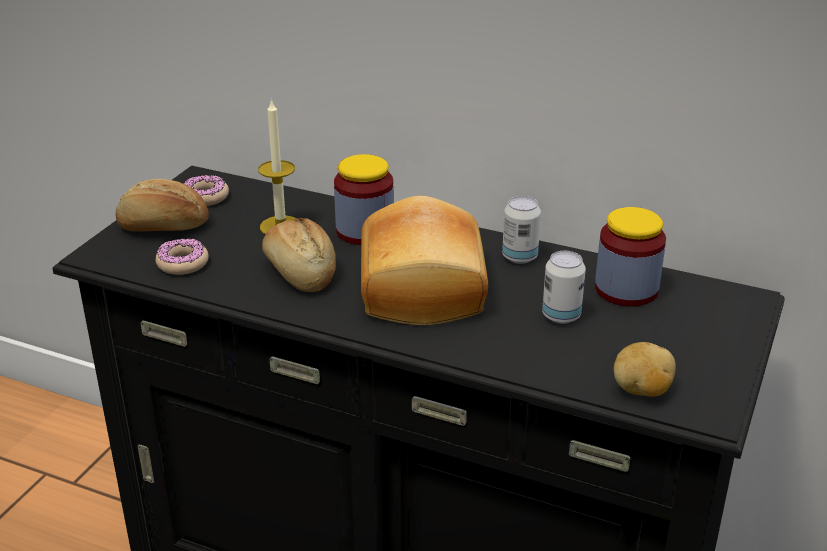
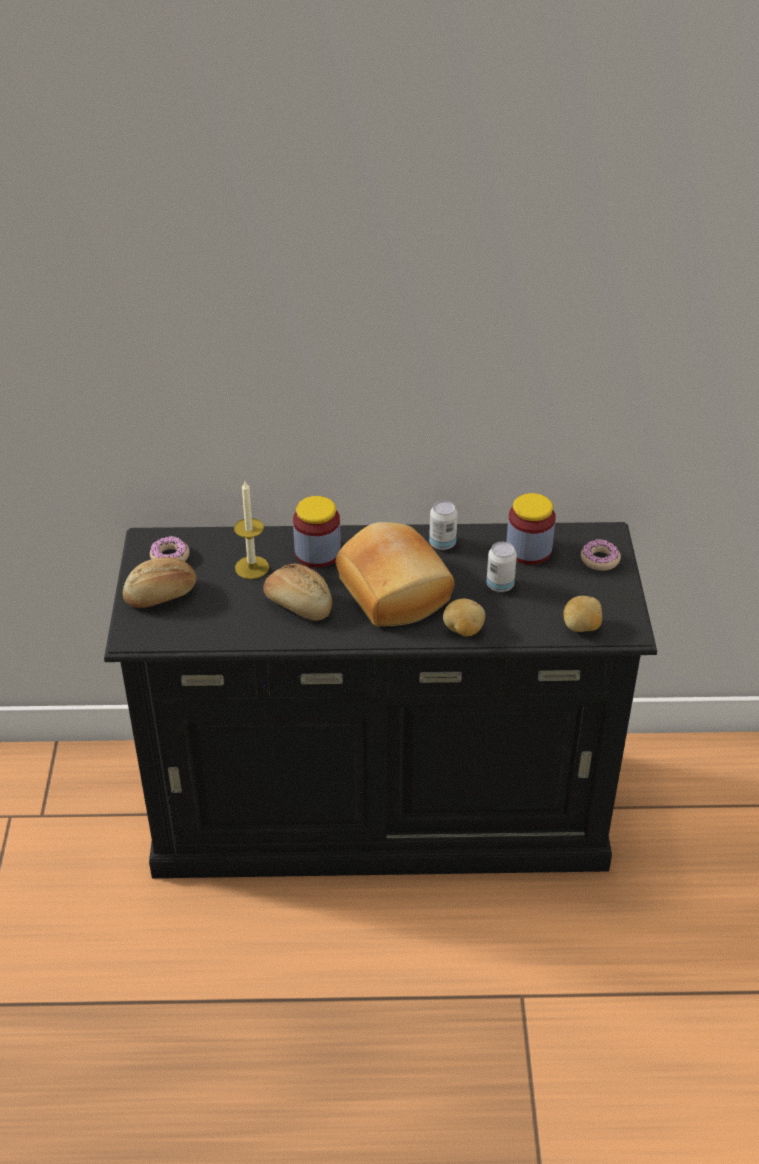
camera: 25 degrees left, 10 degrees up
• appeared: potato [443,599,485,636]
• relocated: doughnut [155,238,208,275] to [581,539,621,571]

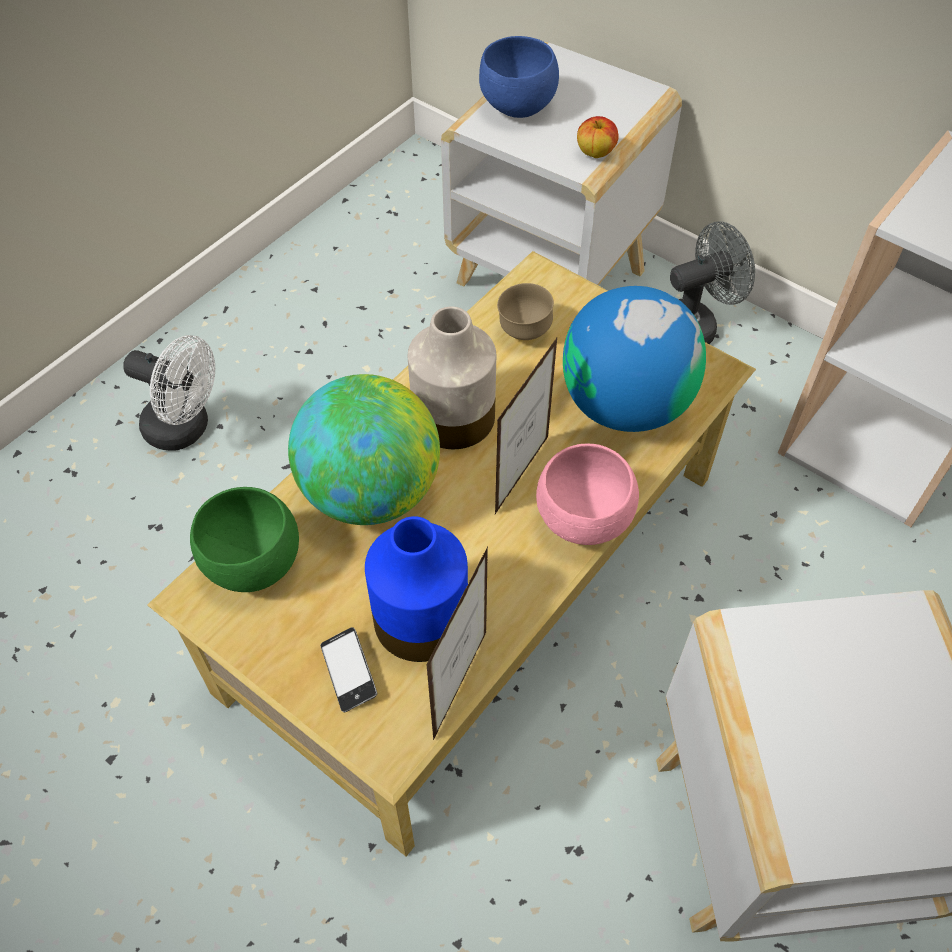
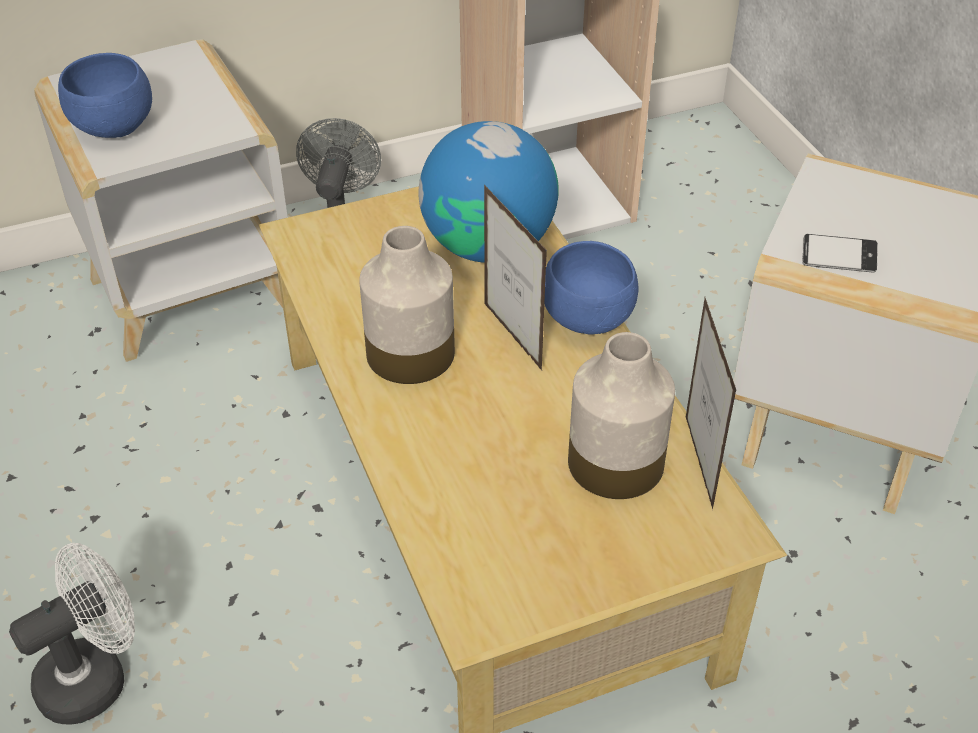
camera: 60 degrees left, 10 degrees down
• missing: serving bowl in greenish [190,487,299,592]
• missing: world globe [288,374,440,525]
• missing: serving bowl in brownish [497,283,554,340]
• missing: whole apple [577,116,618,158]
• relocated: handset [320,627,377,712] to [802,234,878,272]
• colour: flower vase in blue-coloured [365,516,468,662] to flower vase in beige-coloured [568,332,675,499]
• colour: serving bowl in pink-coloured [536,444,639,545] to serving bowl in blue-coloured [544,241,639,335]
• spun: photo frame [427,546,488,740] = [686,298,736,509] 150 degrees counterclockwise

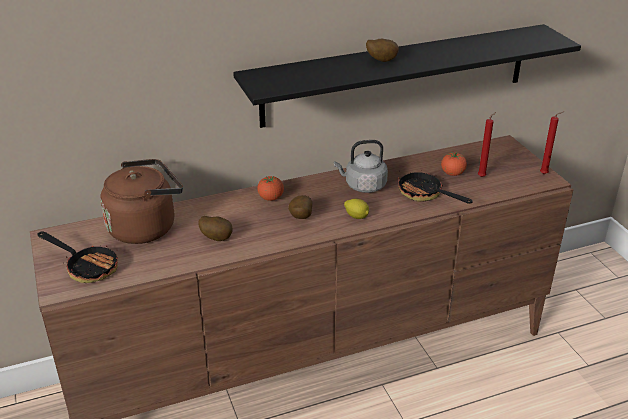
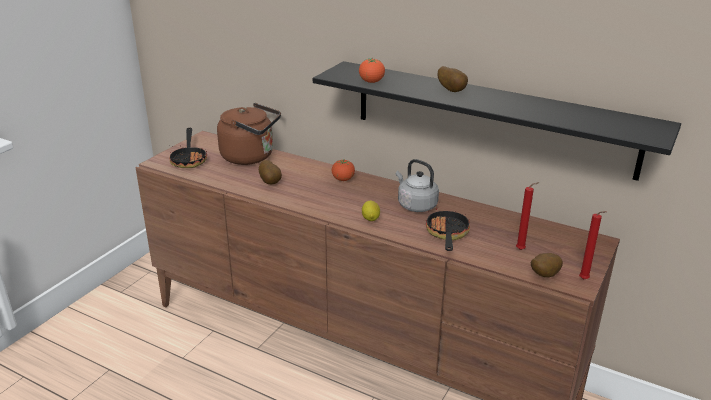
camera: 50 degrees right, 5 degrees down
• relocated: potato [288,195,312,219] to [531,253,563,277]
• relocated: fresh tomato [441,153,467,176] to [359,58,385,83]

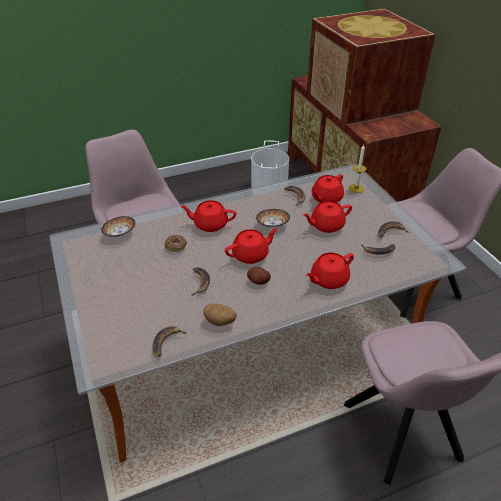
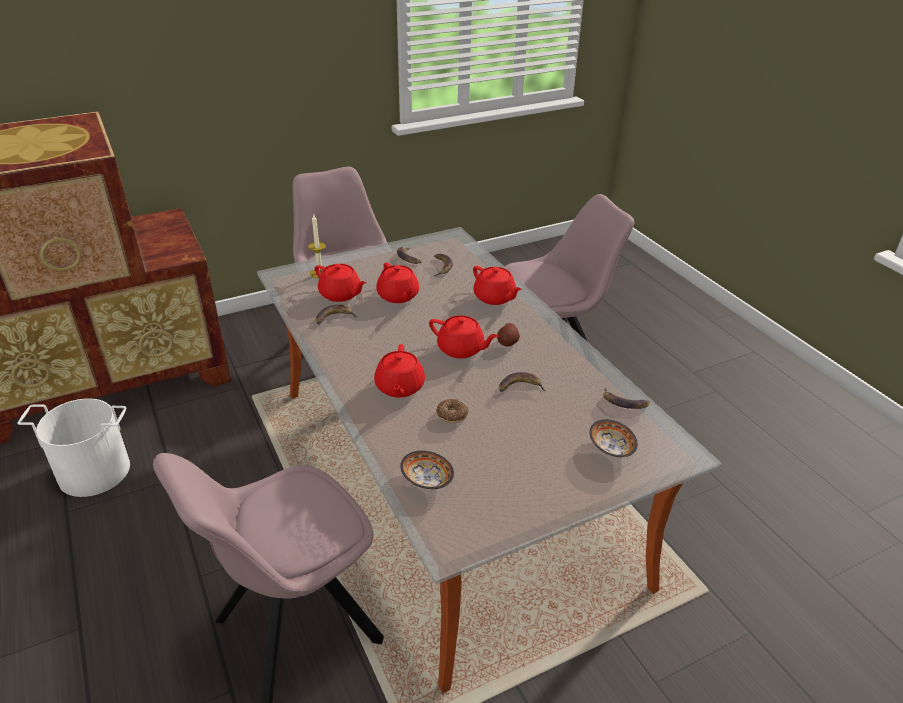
camera: 95 degrees left, 5 degrees down
• missing: potato [203,304,237,326]
• relocated: serving bowl [256,209,290,228] to [590,419,638,457]
• spun: teapot in reddish [225,228,278,264] = [429,315,498,359] 150 degrees clockwise

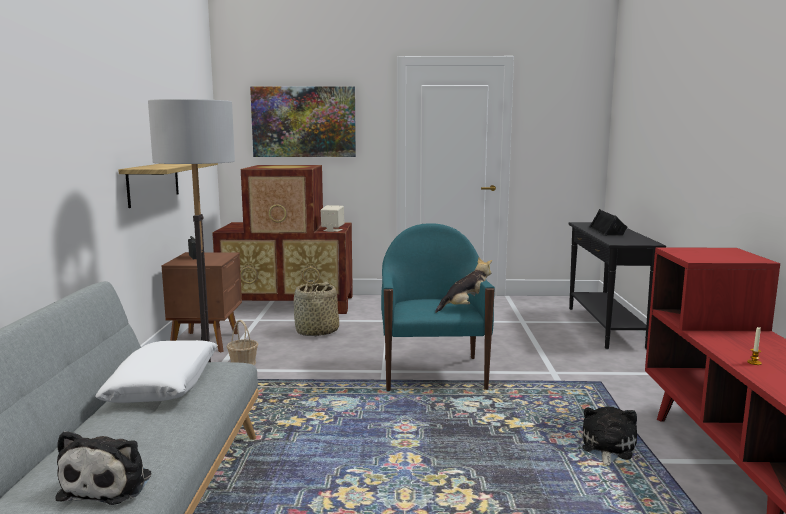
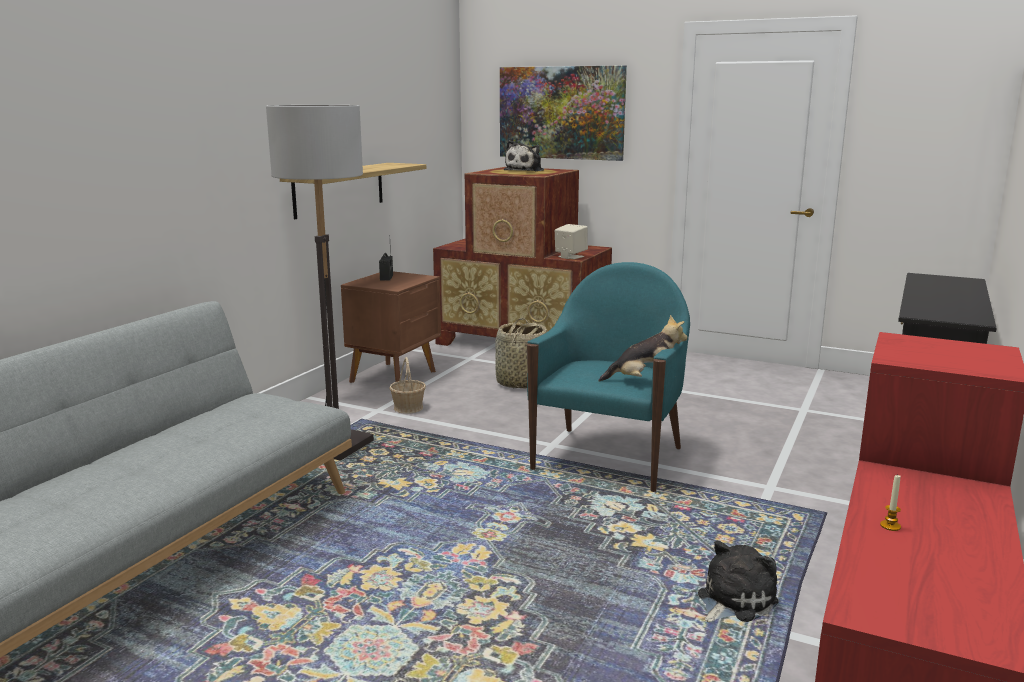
camera: 25 degrees right, 5 degrees up
• missing: pillow in white [95,340,218,403]
• missing: audio speaker in black [589,209,628,236]
• relocated: plush toy [55,431,151,505] to [504,140,544,172]

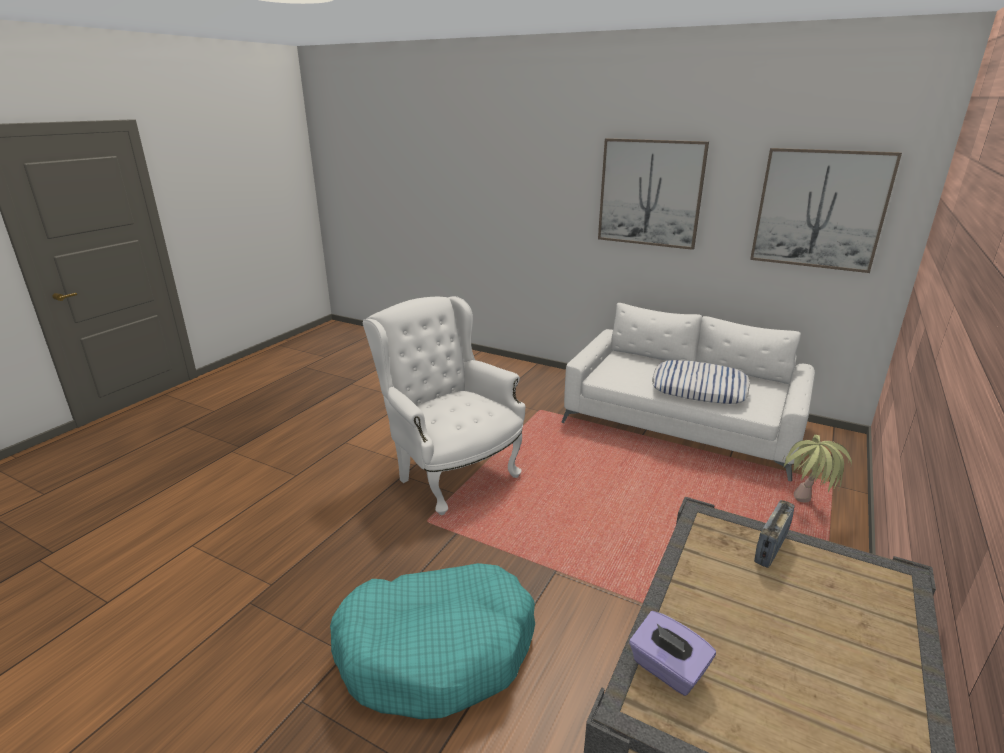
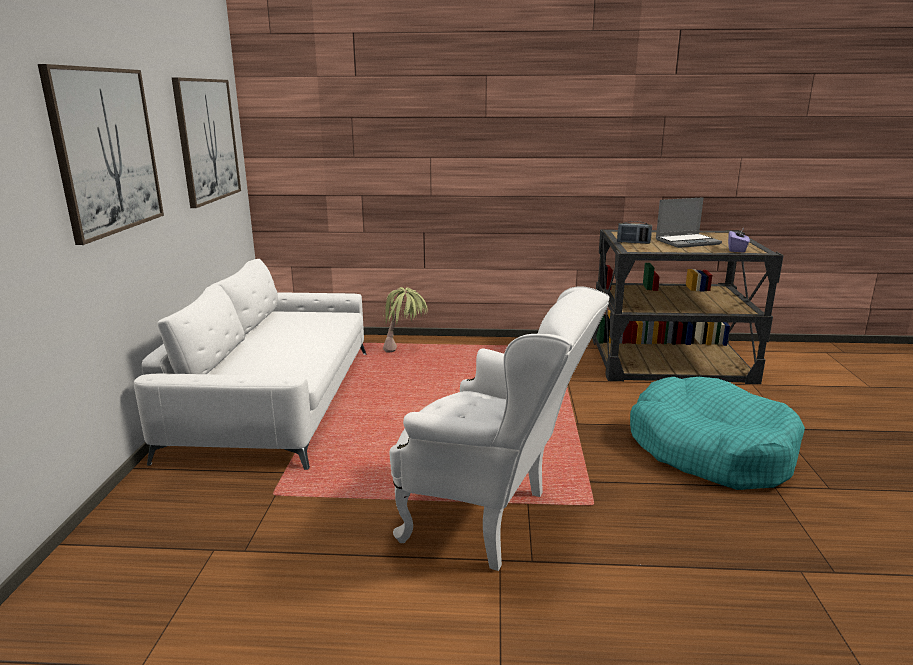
camera: 115 degrees left, 5 degrees down
• missing: pillow [652,360,750,404]
• appeared: portable computer [656,197,722,248]
• spun: lounge chair in white [363,296,525,515] = [390,286,609,571] 90 degrees counterclockwise

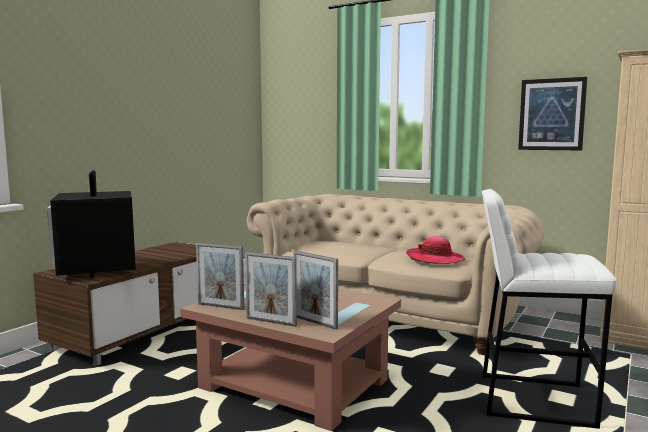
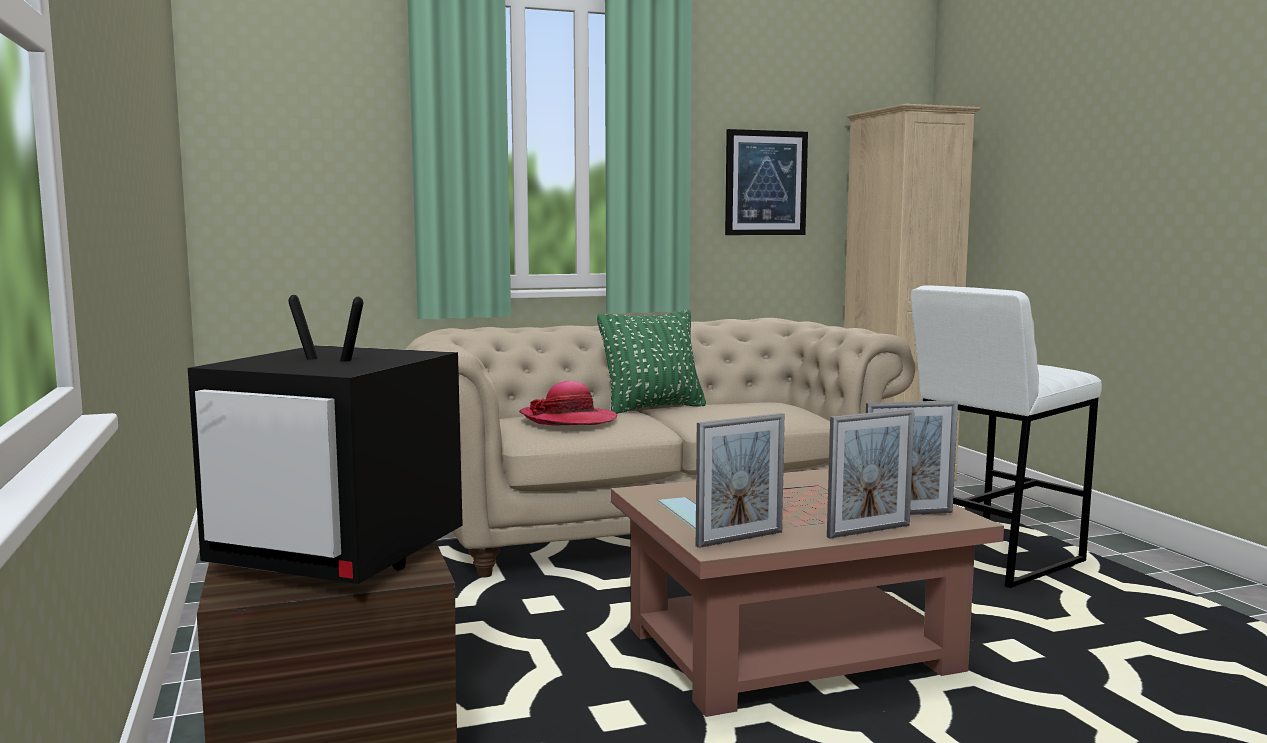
camera: 50 degrees left, 0 degrees up
• appeared: pillow in greenish [597,310,706,414]
• relocated: clothing hat [406,236,466,264] to [519,380,617,426]

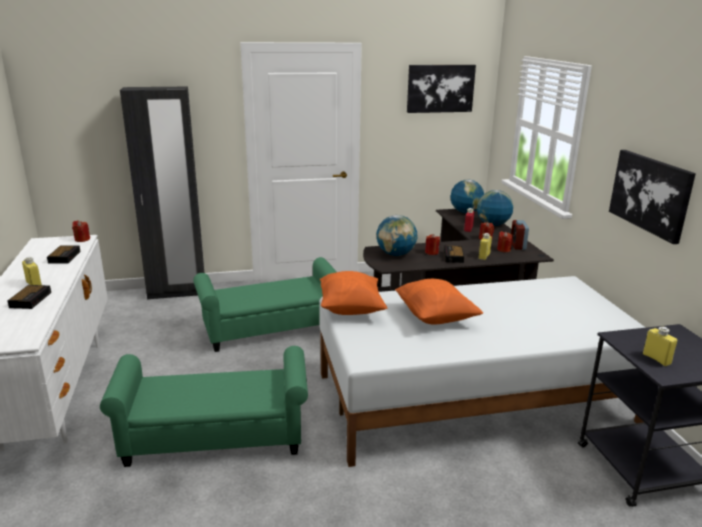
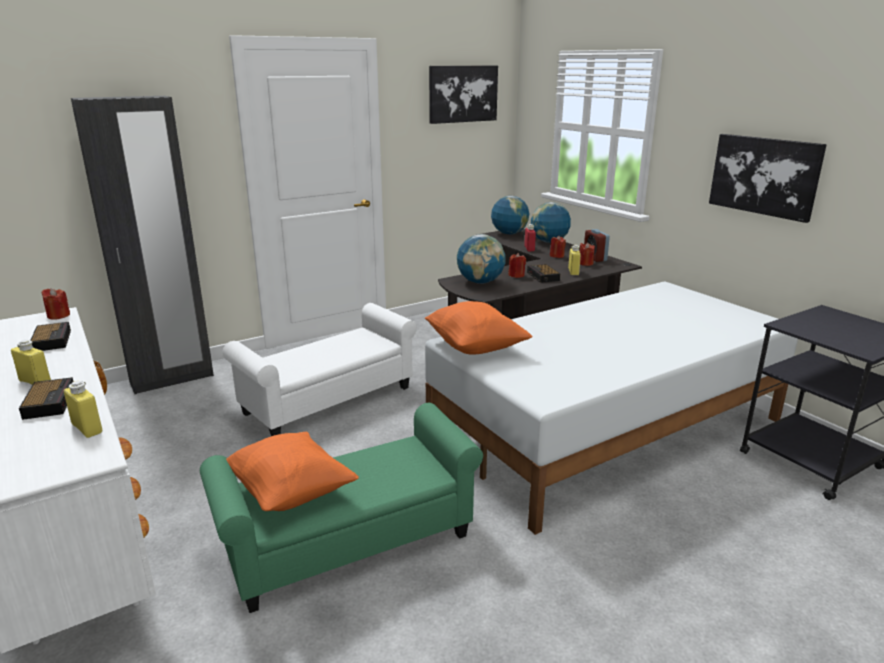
camera: 20 degrees left, 0 degrees up
• relocated: pillow in orange-coloured [395,279,483,324] to [226,432,359,511]
• relocated: bottle in yellow [643,327,677,366] to [64,381,102,438]
• colour: footrest in greenish [193,257,337,352] to footrest in white [222,303,417,436]

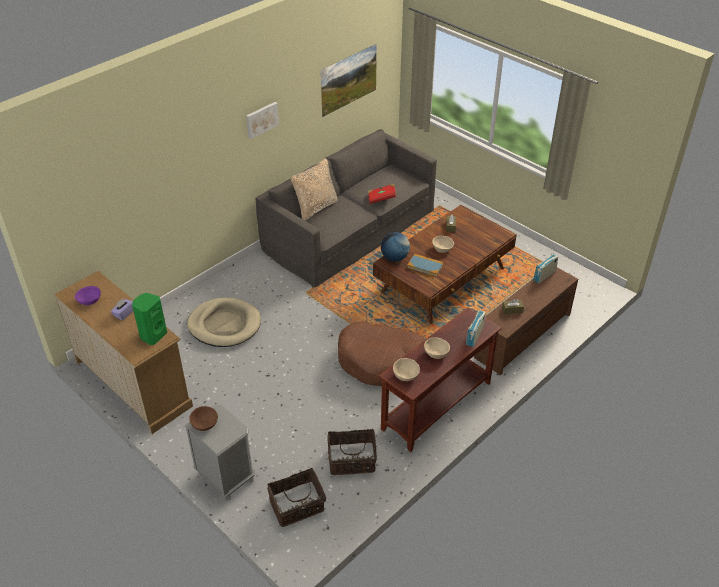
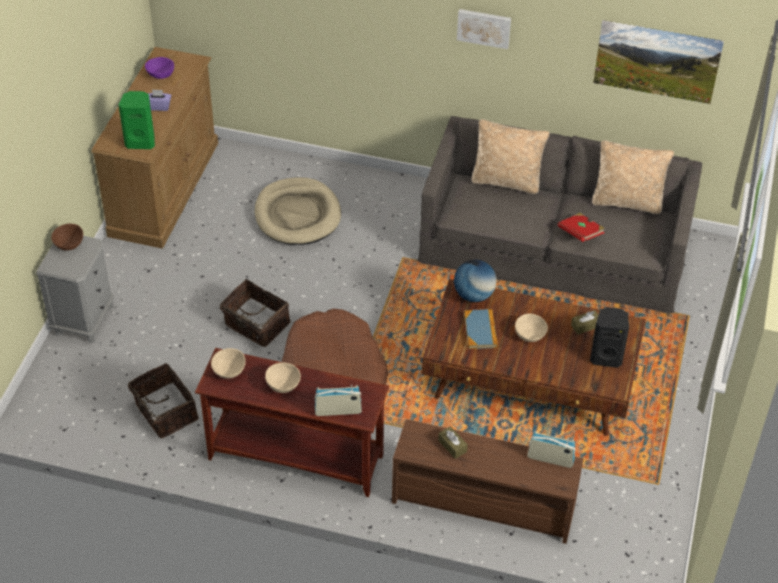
camera: 60 degrees right, 5 degrees up
• appeared: audio speaker in black [590,307,629,368]
• appeared: pillow in beige-coloured [592,140,674,214]
• relocated: storage basket [267,468,326,527] to [220,279,290,347]

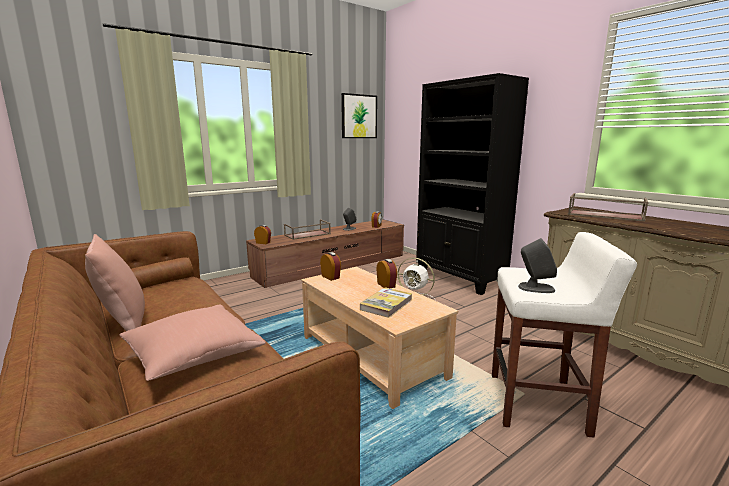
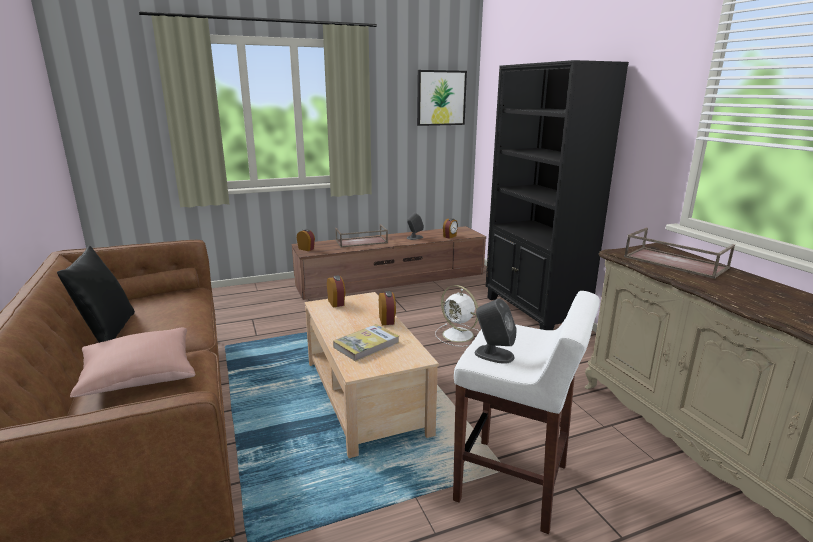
camera: 15 degrees right, 5 degrees up
• colour: pillow in pink-coloured [85,234,145,331] to pillow in black [57,246,135,343]

